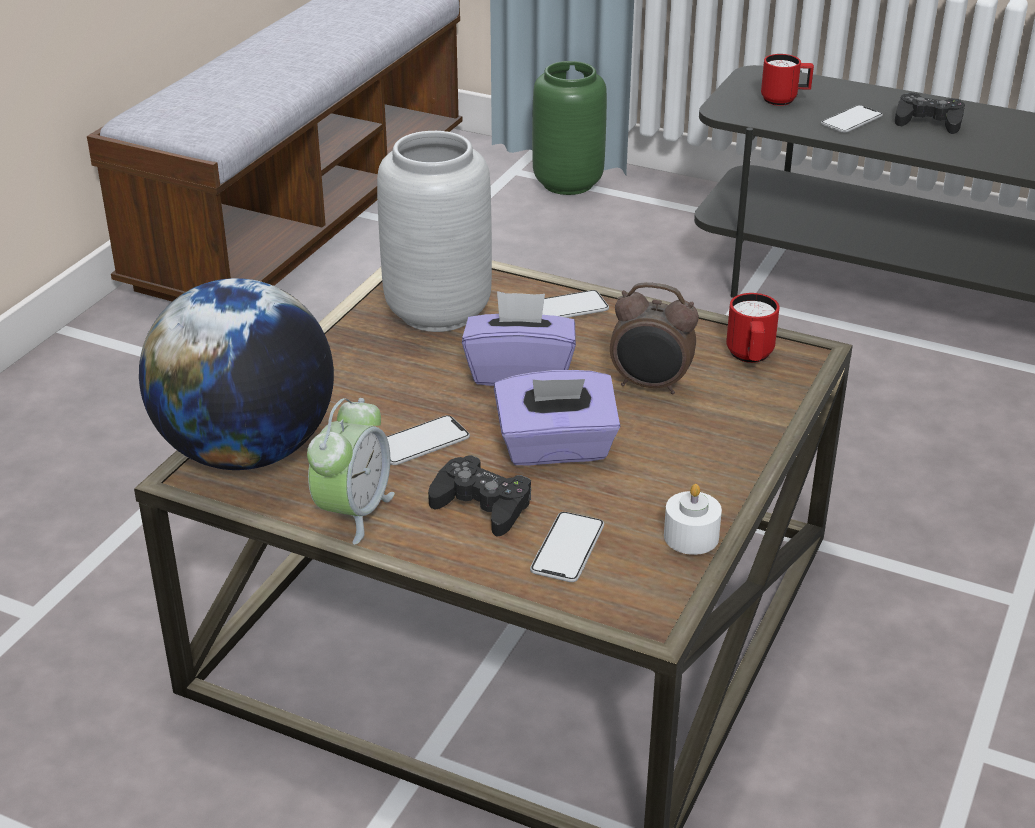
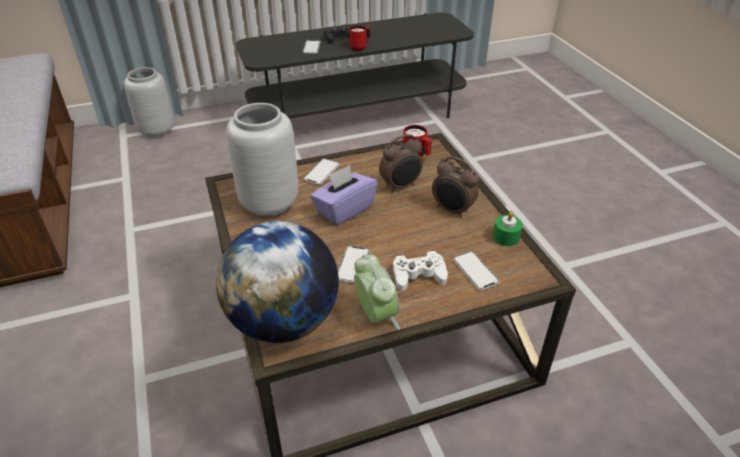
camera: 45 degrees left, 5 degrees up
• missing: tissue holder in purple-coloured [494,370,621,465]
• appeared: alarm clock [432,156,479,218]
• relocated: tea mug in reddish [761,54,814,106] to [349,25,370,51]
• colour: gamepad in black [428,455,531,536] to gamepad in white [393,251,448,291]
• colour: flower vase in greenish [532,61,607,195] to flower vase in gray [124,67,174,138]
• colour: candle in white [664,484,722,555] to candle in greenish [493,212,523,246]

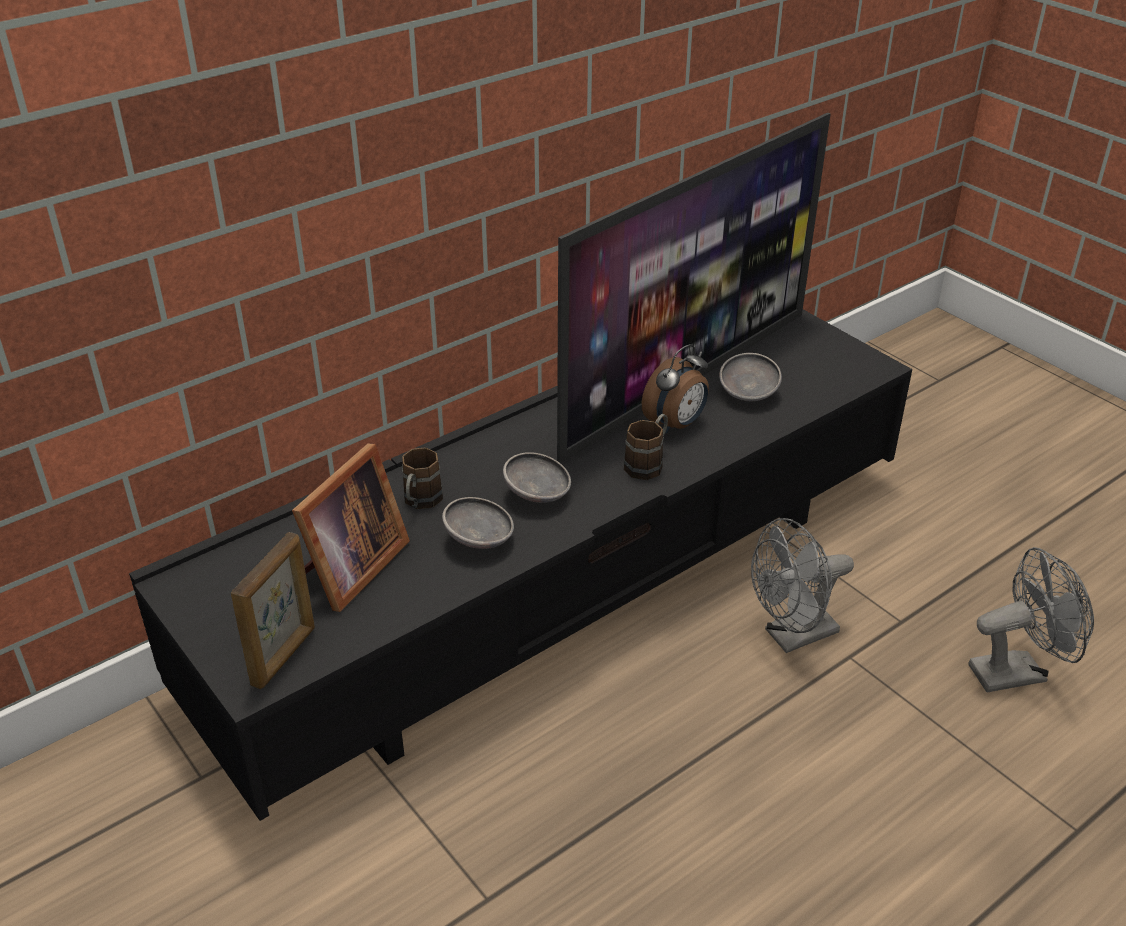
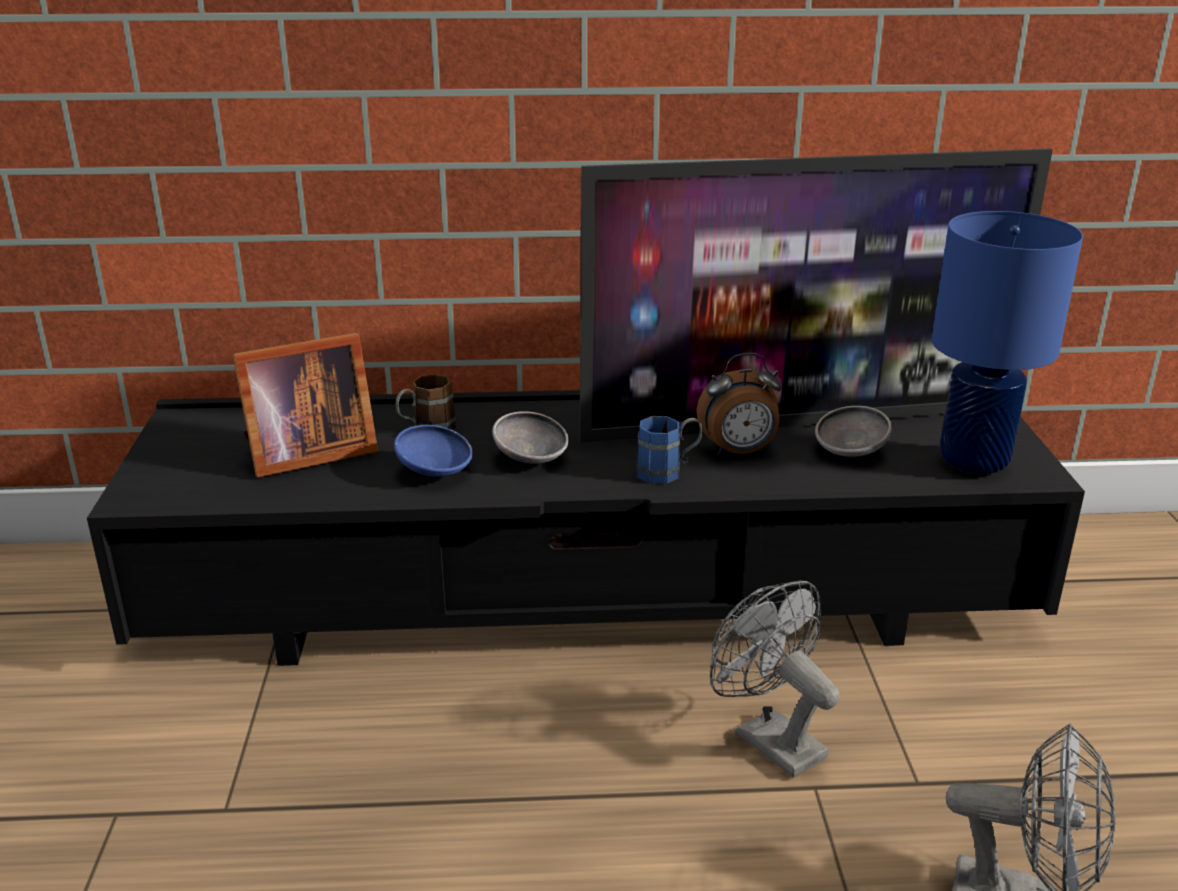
camera: 35 degrees right, 10 degrees down
• missing: photo frame [231,532,315,689]
• appeared: tabletop lamp in blue-coloured [932,211,1083,475]
• colour: serving bowl in gray [442,497,514,549] to serving bowl in blue-coloured [394,425,473,477]
• colour: tea mug in brownish [624,414,668,480] to tea mug in blue-coloured [636,416,703,484]
• spun: fan in gray [751,518,854,653] = [710,581,840,778] 45 degrees clockwise

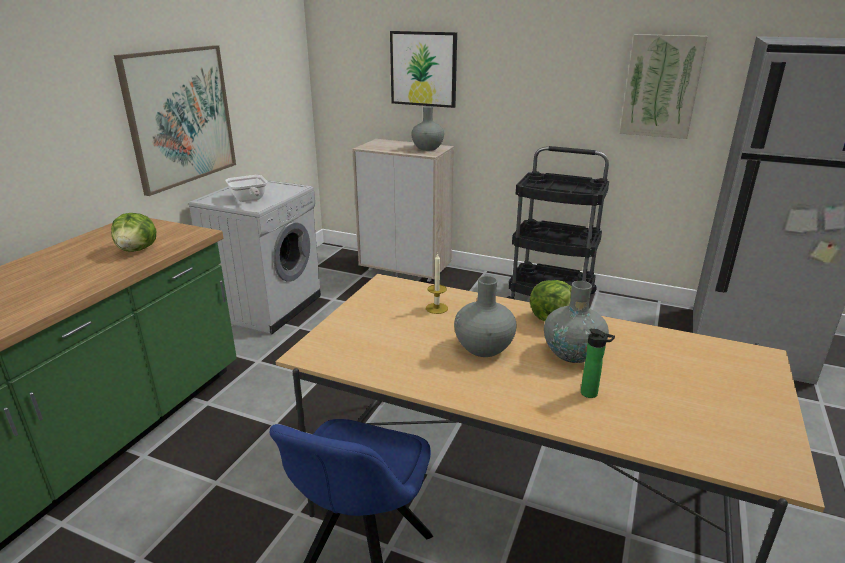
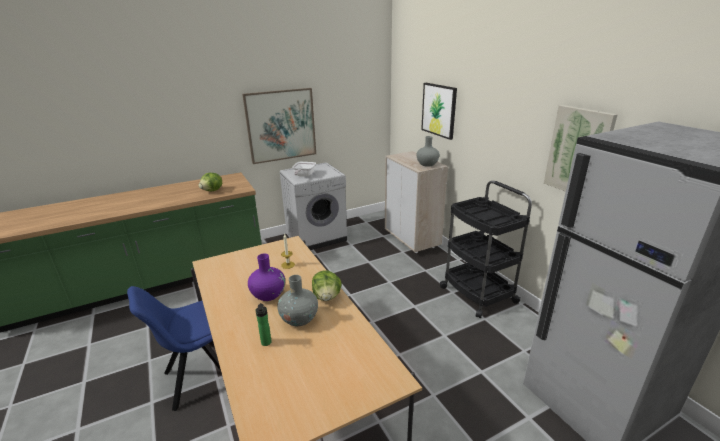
camera: 40 degrees right, 0 degrees up
• colour: flower vase in gray [454,276,517,357] to flower vase in purple-coloured [248,254,285,301]

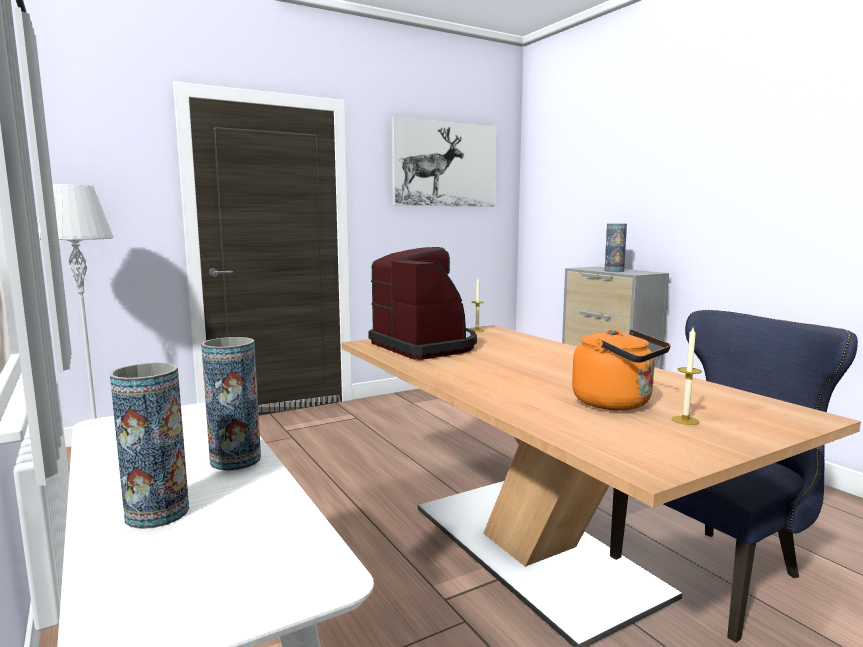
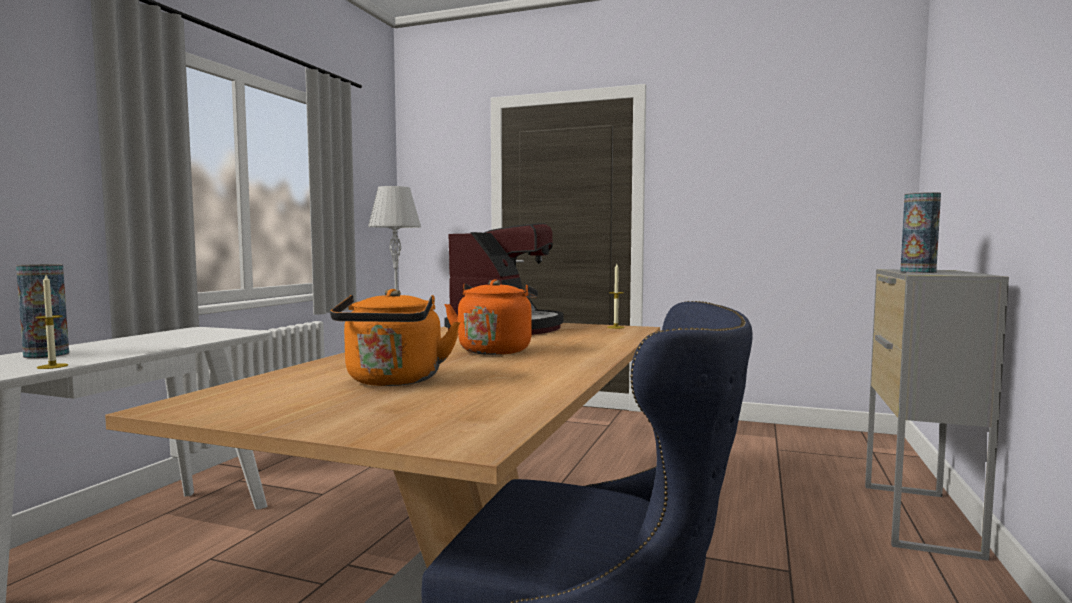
camera: 50 degrees right, 5 degrees down
• missing: flower vase [201,337,261,471]
• missing: picture [392,117,497,207]
• appeared: tea kettle in orange-coloured [444,279,538,355]
• relocated: candle [672,328,702,425] to [35,275,68,369]

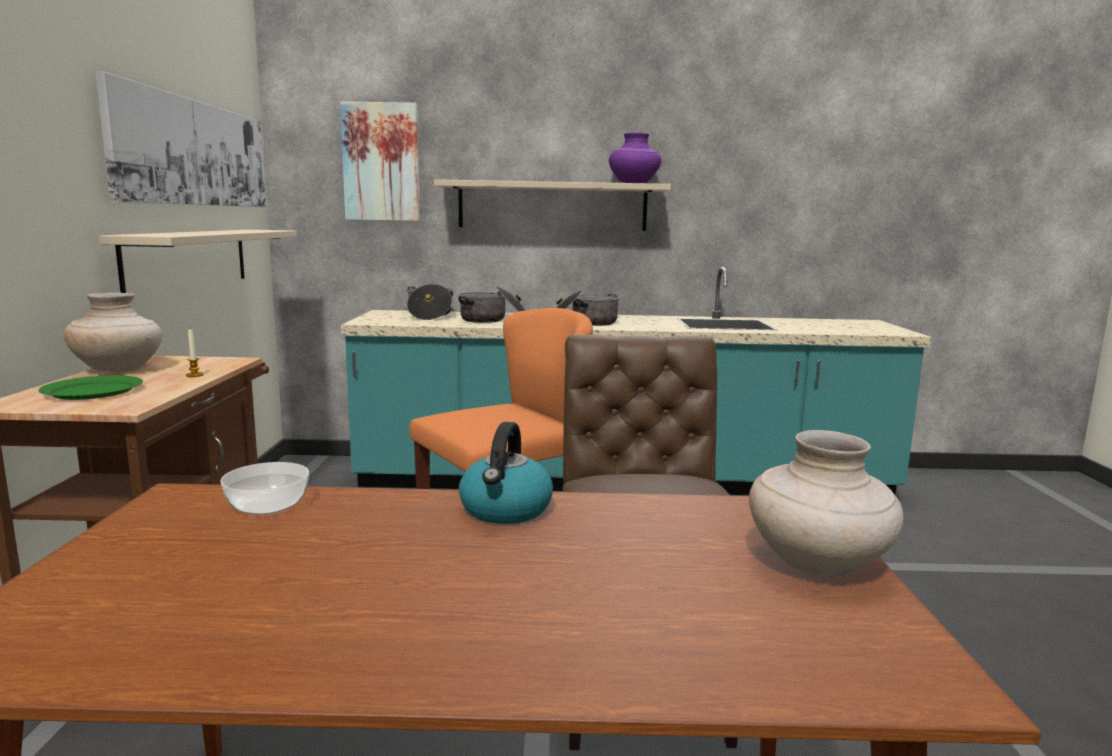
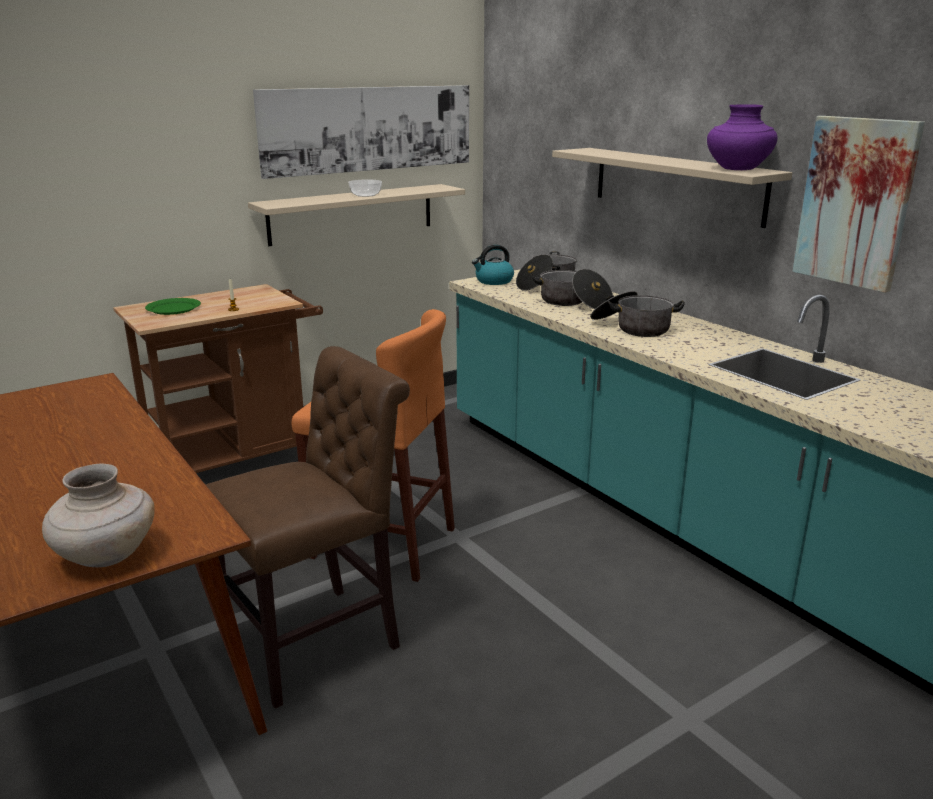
camera: 55 degrees right, 10 degrees up
• missing: flower vase in beige-coloured [64,293,163,372]
• relocated: serving bowl [220,462,309,515] to [348,180,382,197]
• relocated: picture [340,101,420,221] to [793,116,925,293]
• relocated: tea kettle [459,422,553,524] to [472,245,514,285]

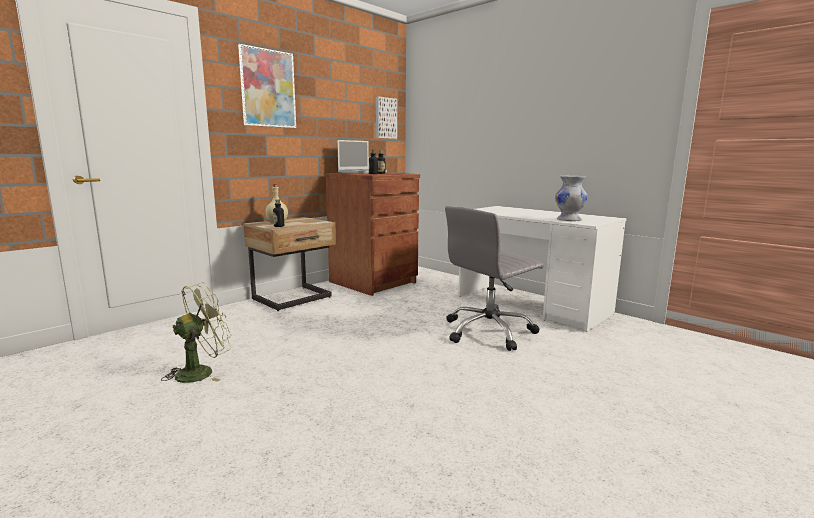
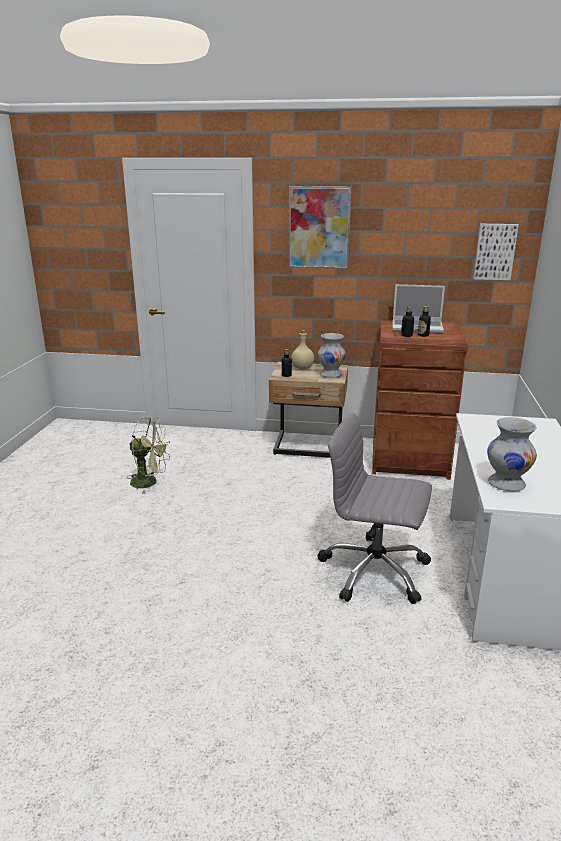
camera: 55 degrees right, 10 degrees up
• appeared: flower vase in white [318,333,346,378]

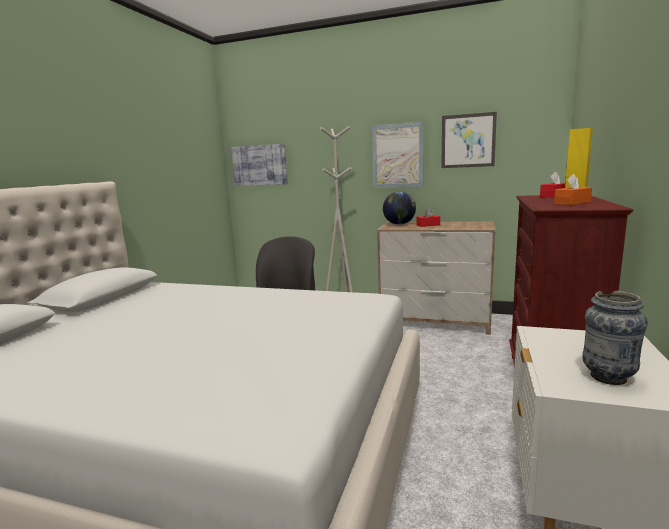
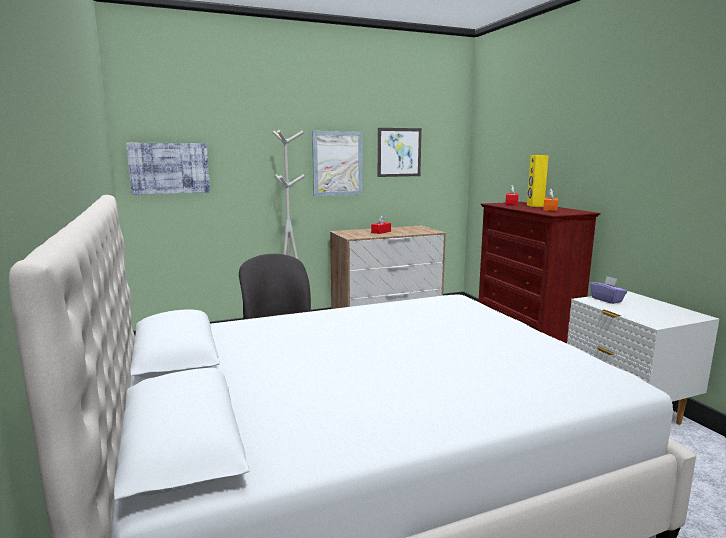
camera: 40 degrees left, 0 degrees up
• missing: world globe [383,192,416,225]
• missing: flower vase [582,291,648,385]
• appeared: tissue holder in purple-coloured [590,276,627,304]

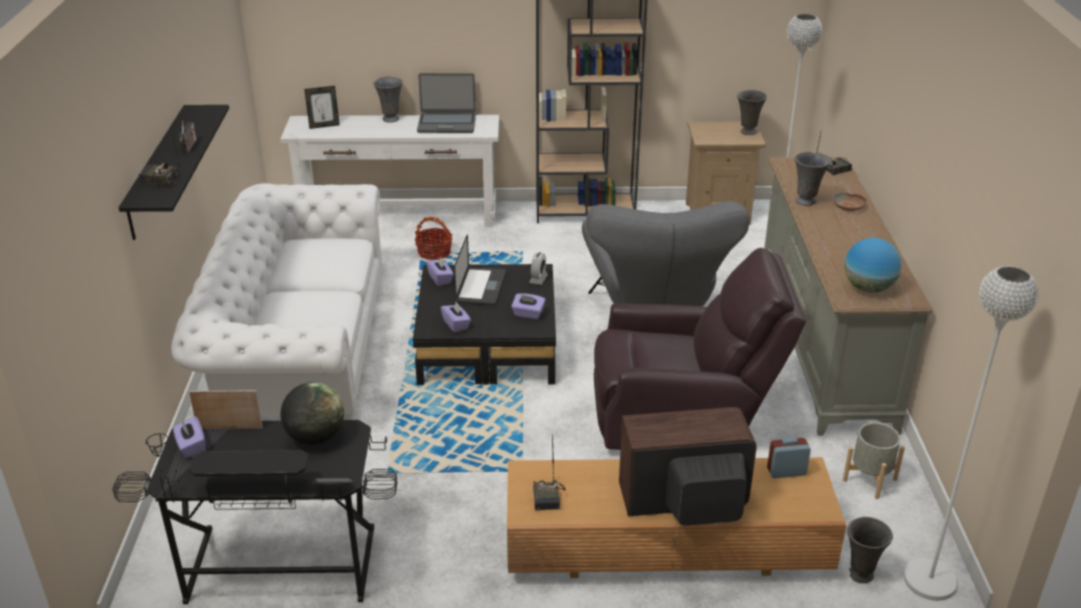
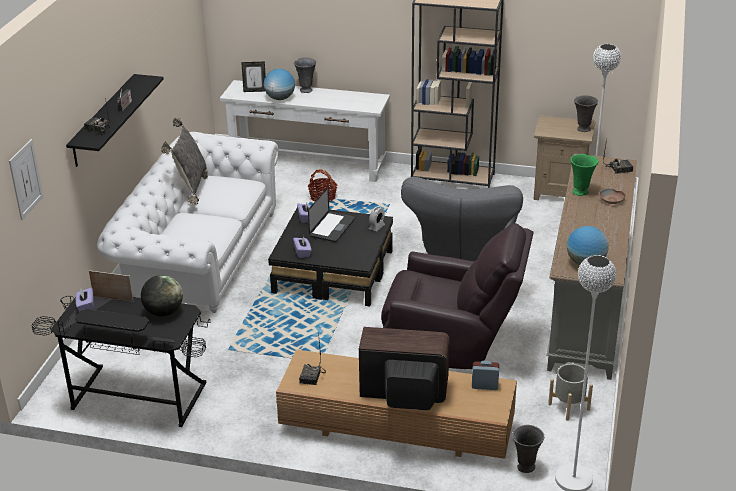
camera: 15 degrees right, 0 degrees up
• missing: portable computer [417,73,476,133]
• missing: tissue holder in purple-coloured [511,293,545,319]
• appeared: picture [9,139,43,220]
• appeared: pillow [161,118,208,205]
• appeared: world globe [264,69,295,100]
• colour: flower vase in gray [795,152,831,206] to flower vase in greenish [570,154,598,196]

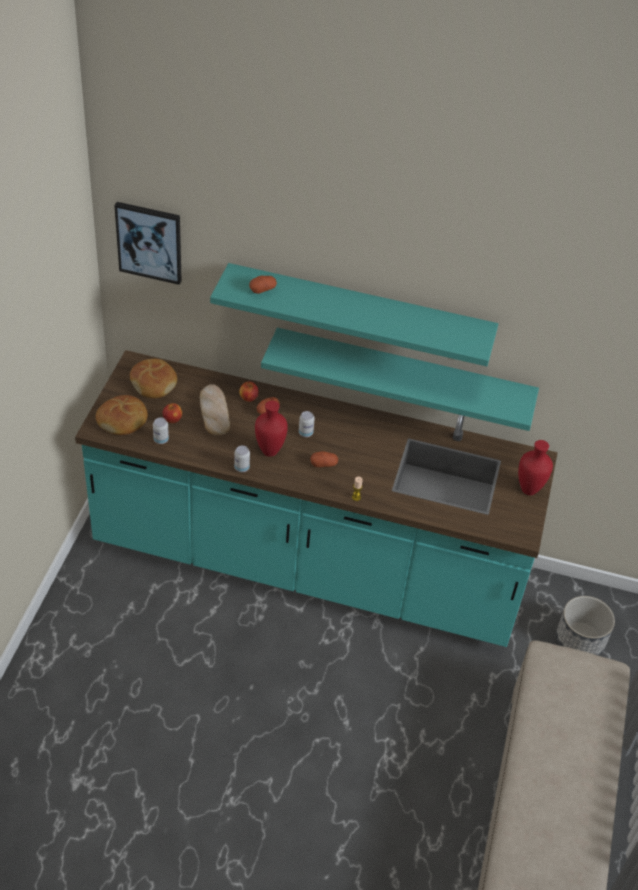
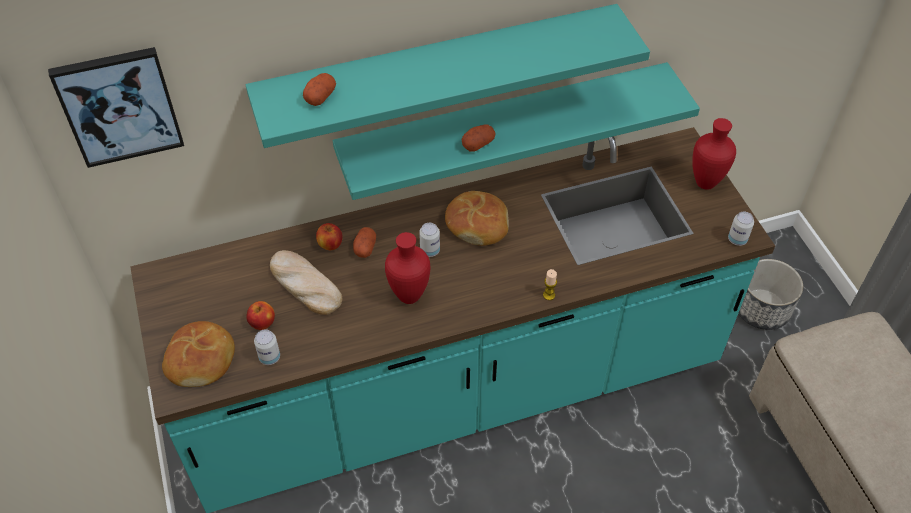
camera: 30 degrees left, 5 degrees up
• relocated: bakery bread [130,359,177,399] to [445,191,509,246]
• relocated: sealed can [234,445,250,472] to [728,212,754,246]
• relocated: potato [310,451,338,467] to [462,124,495,152]

